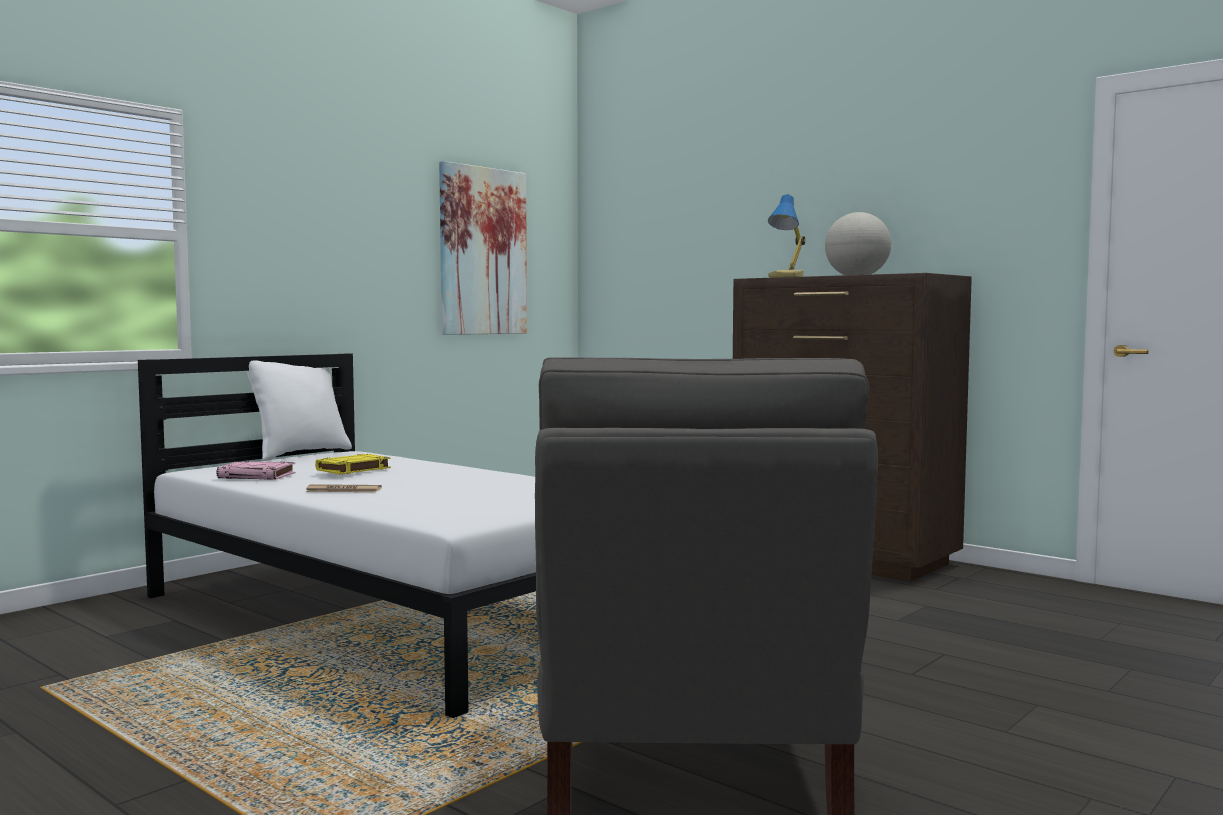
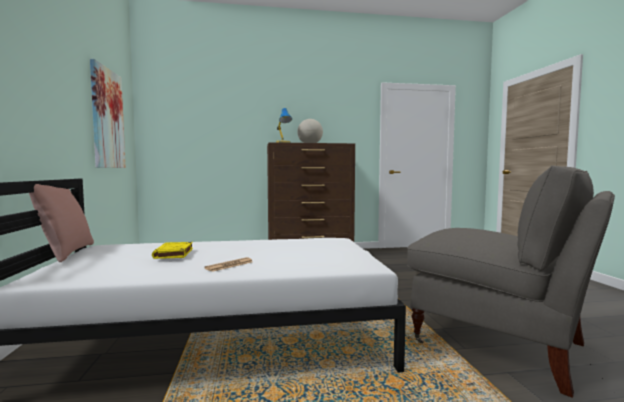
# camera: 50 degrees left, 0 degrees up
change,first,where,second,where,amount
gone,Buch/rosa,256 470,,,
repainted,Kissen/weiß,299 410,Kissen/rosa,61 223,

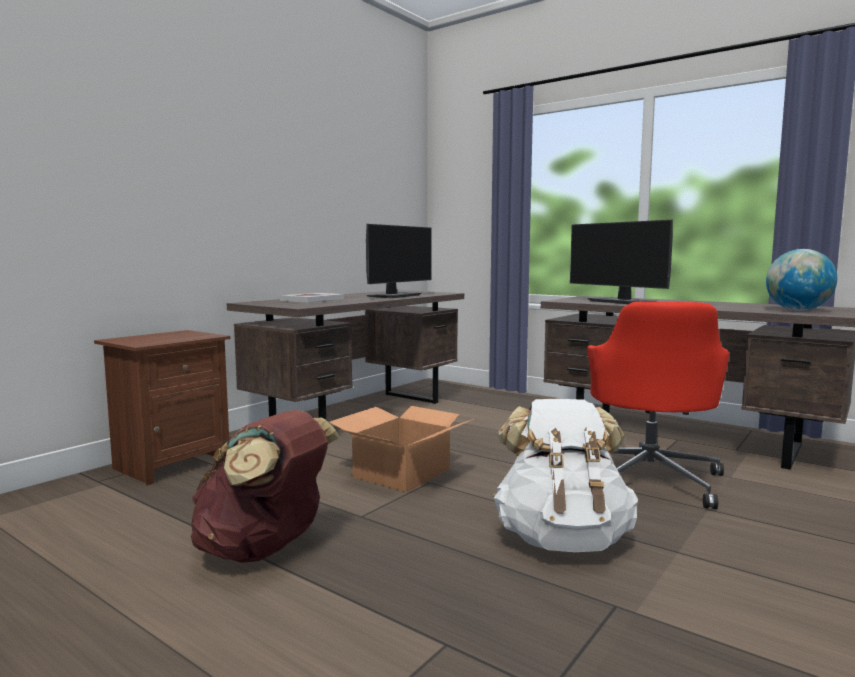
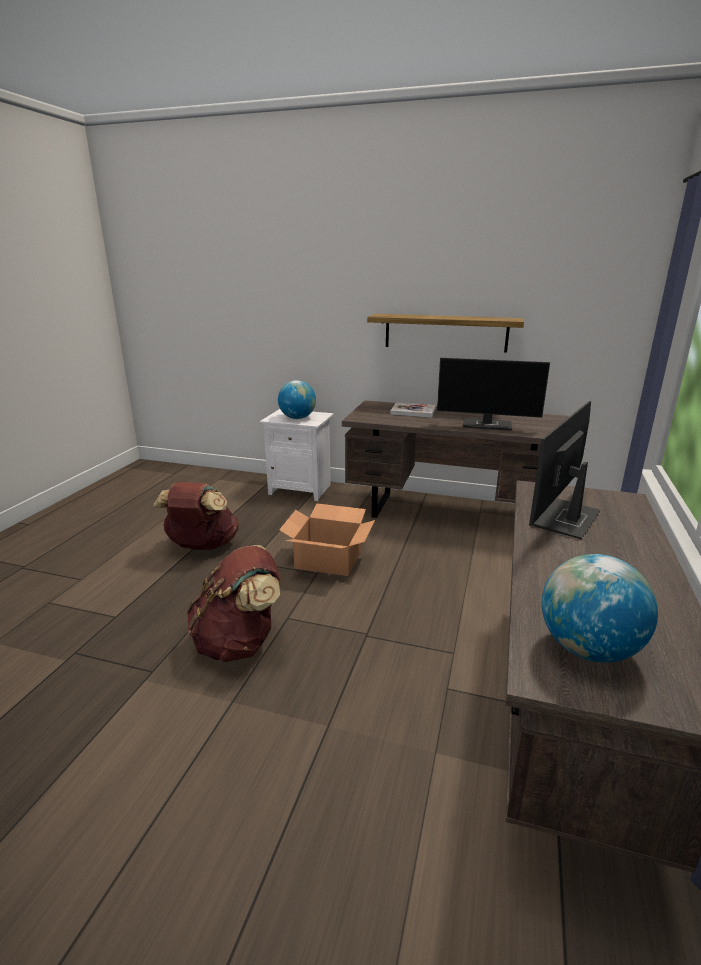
# camera: 70 degrees right, 15 degrees up
change,first,where,second,where,amount
repainted,Nachttisch/braun,162 407,Nachttisch/weiß,297 455,
repainted,Rucksack/weiß,565 475,Rucksack/braun,234 603,
gone,Bürostuhl/rot,658 405,,,
new,,,Globus,297 399,
new,,,Wandregal,445 333,

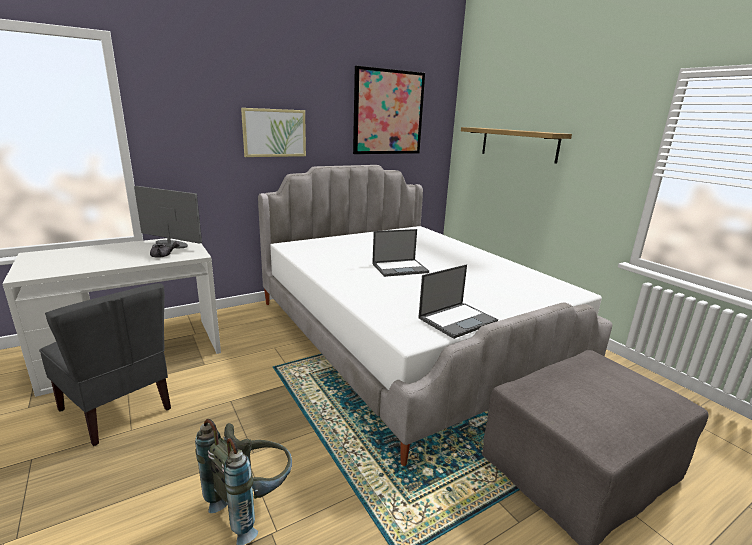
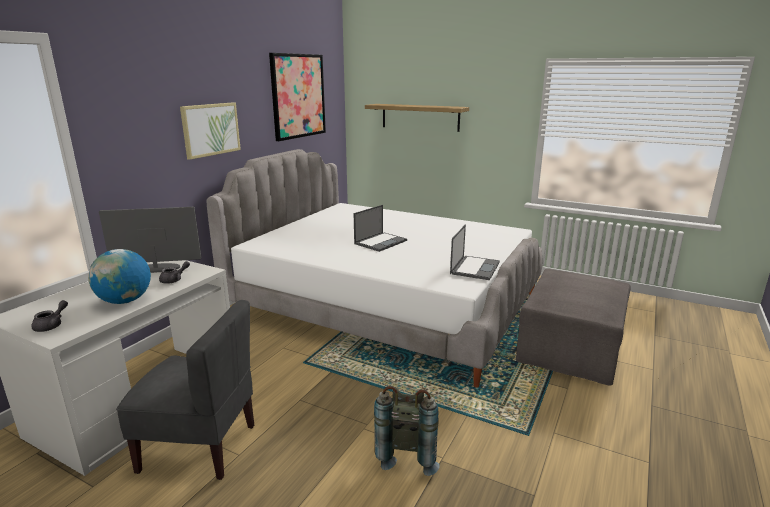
# camera: 30 degrees left, 0 degrees up
change,first,where,second,where,amount
new,,,Teekanne/grau,49 316,
new,,,Globus,119 276,

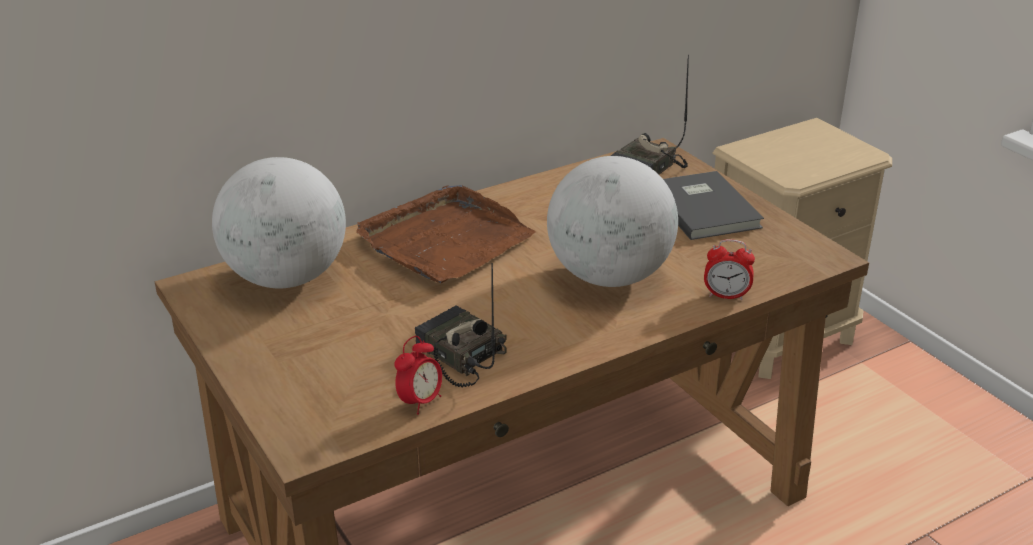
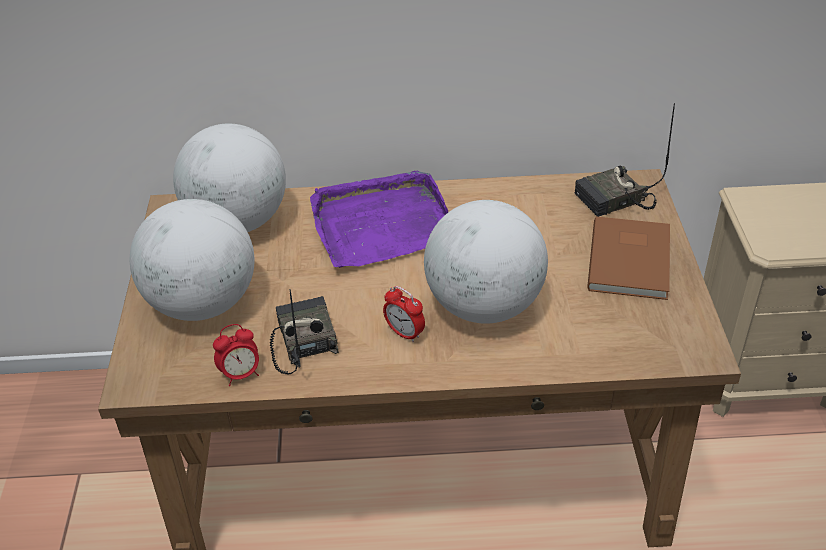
# camera: 30 degrees right, 10 degrees up
change,first,where,second,where,amount
repainted,Tablett/braun,446 234,Tablett/lila,379 219,
repainted,Buch/grau,713 205,Buch/braun,628 258,
shifted,Wecker,729 269,,404 314,
new,,,Globus,192 260,

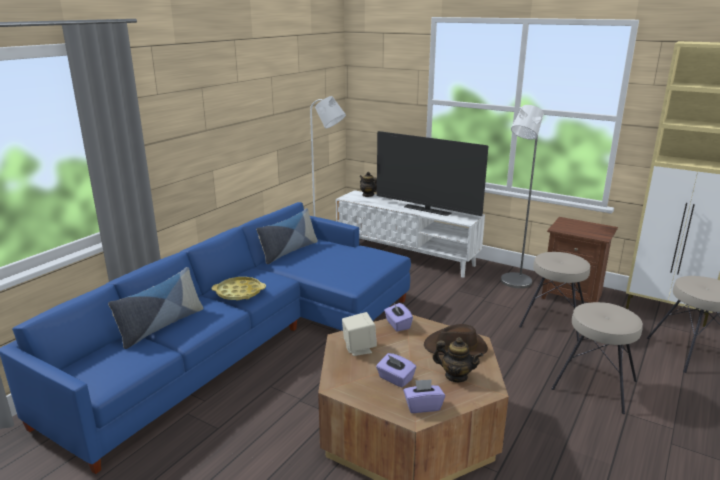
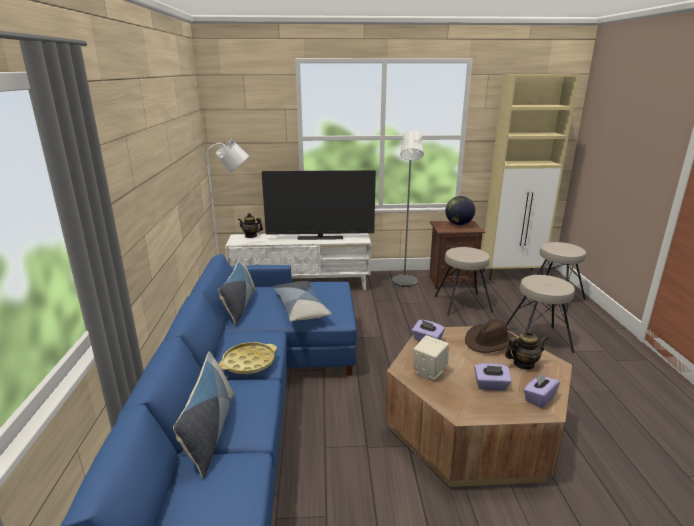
# camera: 35 degrees left, 0 degrees up
change,first,where,second,where,amount
new,,,Kissen,303 301,
new,,,Globus,460 210,

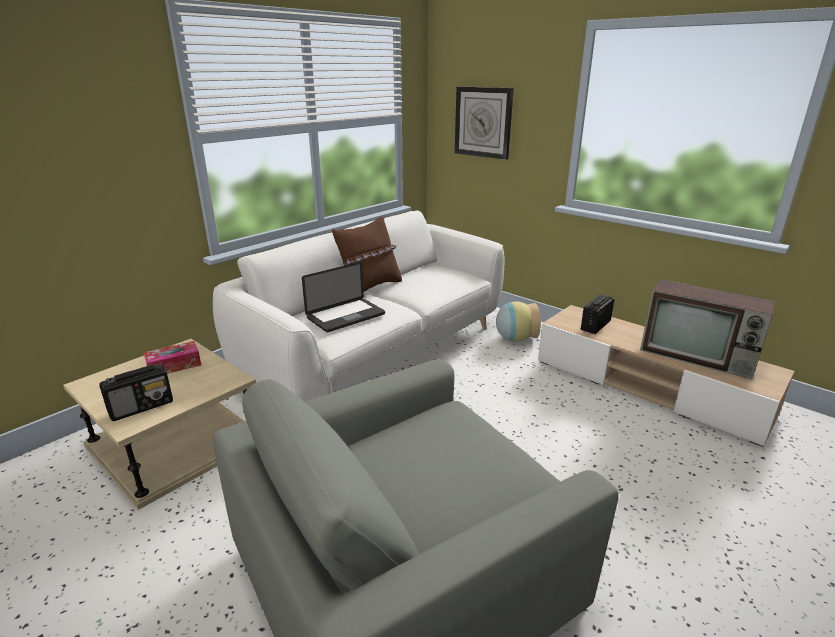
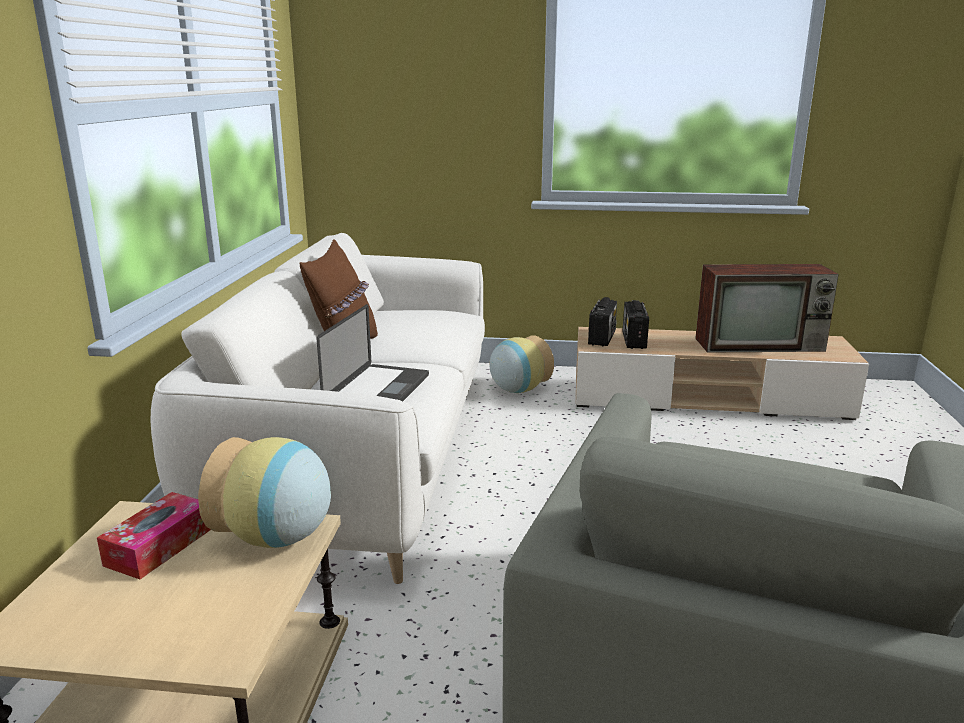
# camera: 35 degrees left, 5 degrees down
change,first,where,second,where,amount
shifted,Radio,136 393,,602 321,
gone,Wanduhr,484 123,,,
new,,,Vase,264 492,

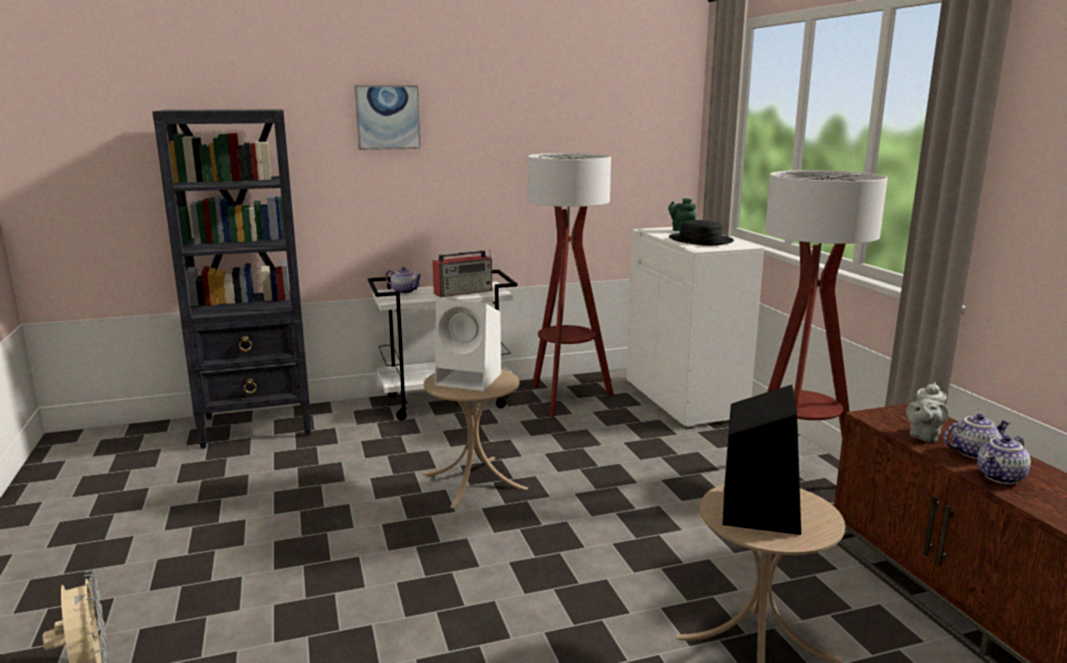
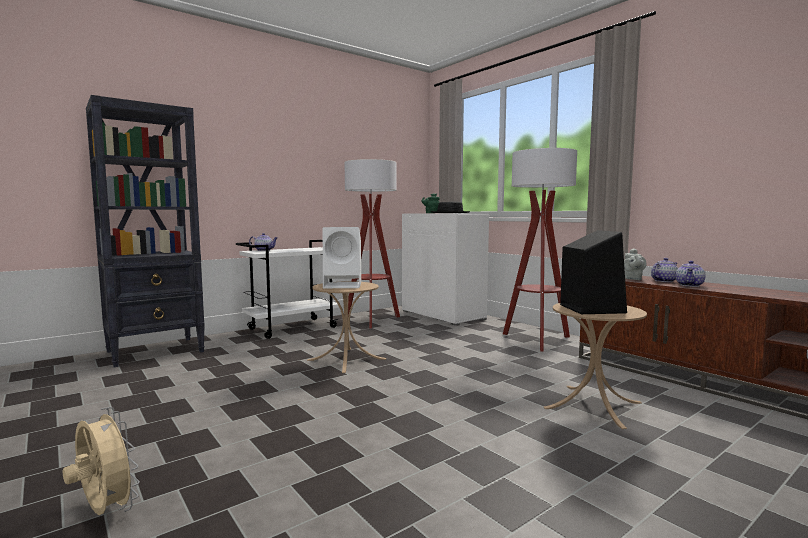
# camera: 20 degrees left, 10 degrees down
change,first,where,second,where,amount
gone,Bild,388 117,,,
gone,Radio,462 273,,,

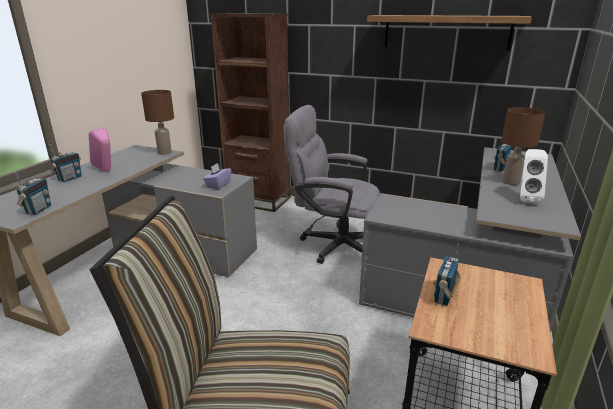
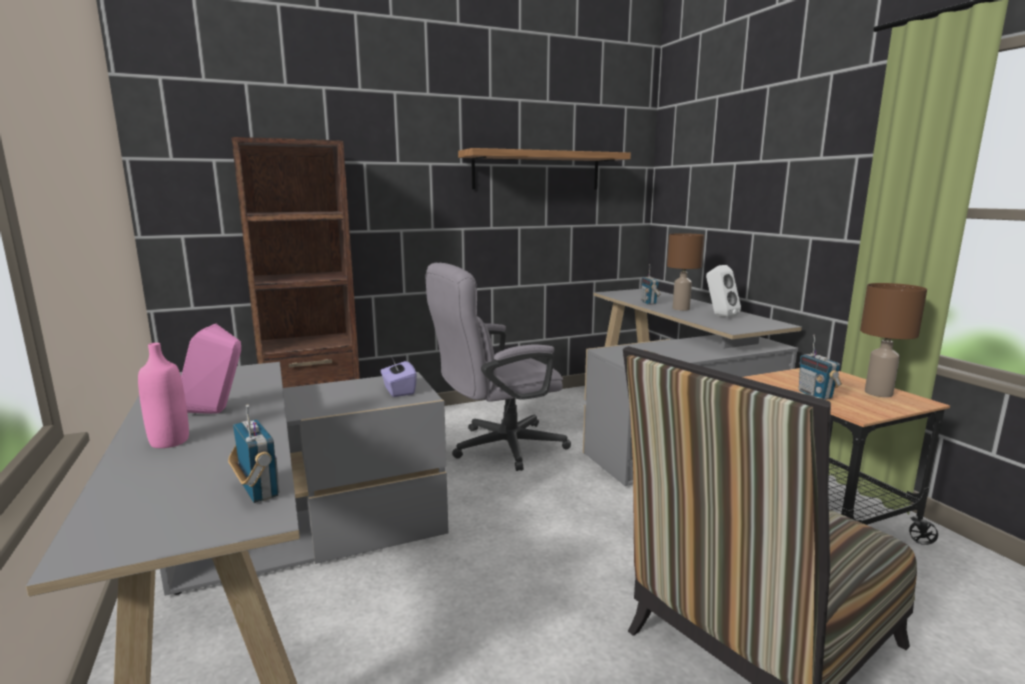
# camera: 45 degrees left, 10 degrees down
change,first,where,second,where,amount
swapped,Radio,65 163,Flasche/rosa,163 395,
shifted,Tischlampe/braun,157 122,,893 340,

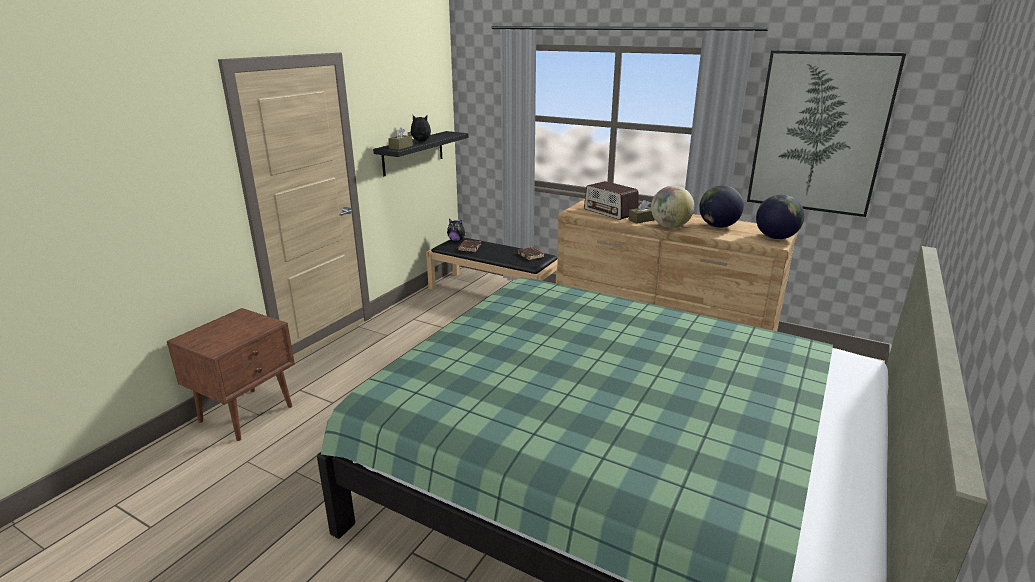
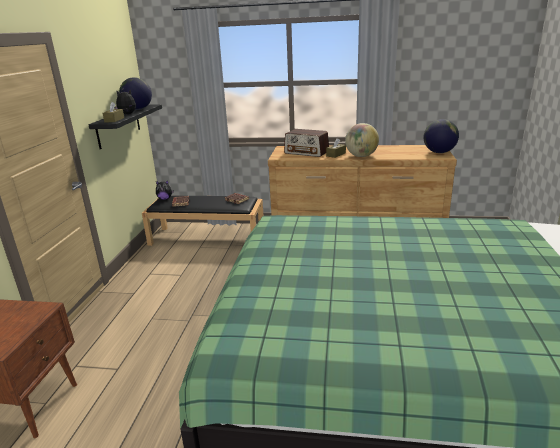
# camera: 20 degrees left, 0 degrees up
change,first,where,second,where,amount
shifted,Globus,721 206,,135 93,
gone,Bild,826 133,,,

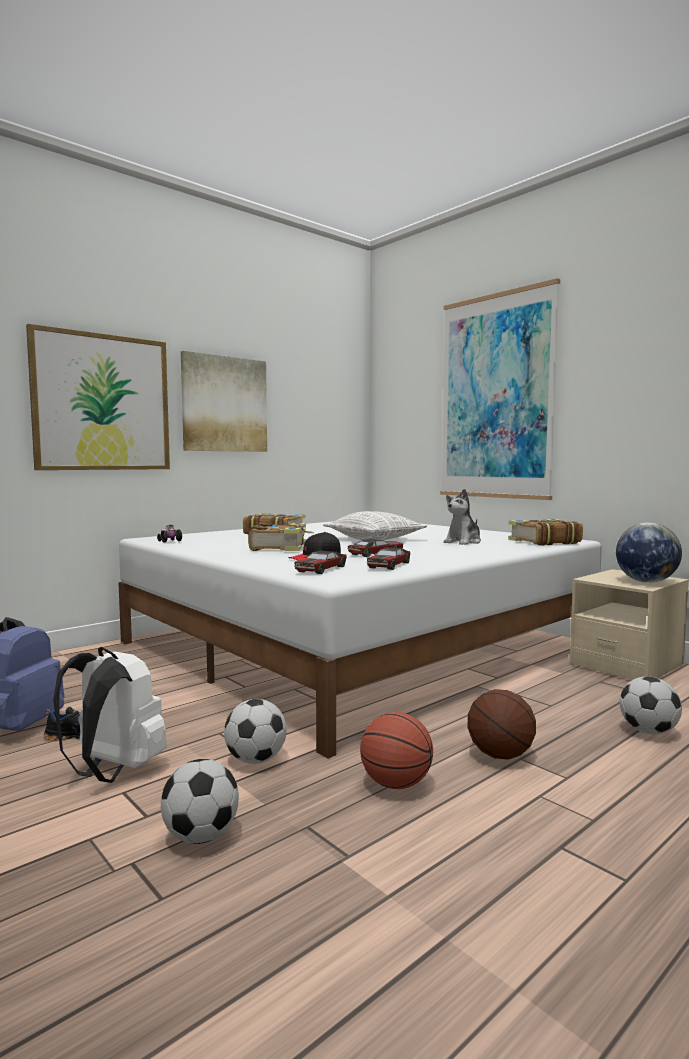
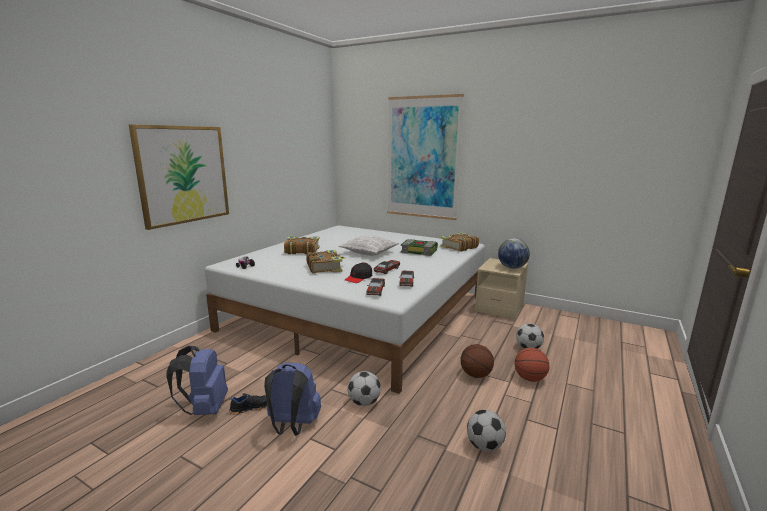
# camera: 20 degrees left, 10 degrees up
change,first,where,second,where,amount
repainted,Rucksack/weiß,110 715,Rucksack/blau,292 399,
shifted,Fußball,200 801,,486 431,
gone,Bild,224 401,,,
shifted,Basketball,396 750,,532 365,
swapped,Plüschtier,462 517,Buch,419 247,

